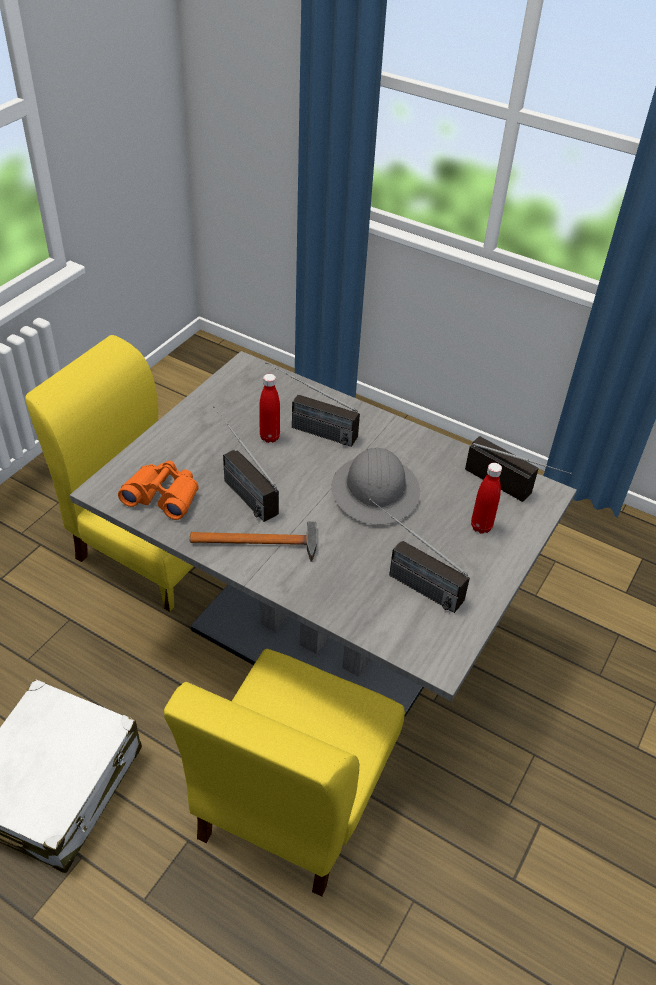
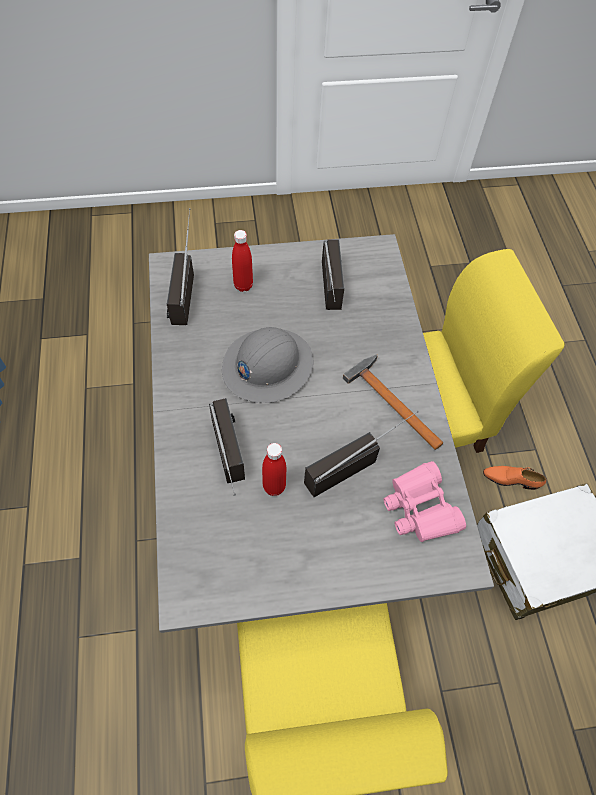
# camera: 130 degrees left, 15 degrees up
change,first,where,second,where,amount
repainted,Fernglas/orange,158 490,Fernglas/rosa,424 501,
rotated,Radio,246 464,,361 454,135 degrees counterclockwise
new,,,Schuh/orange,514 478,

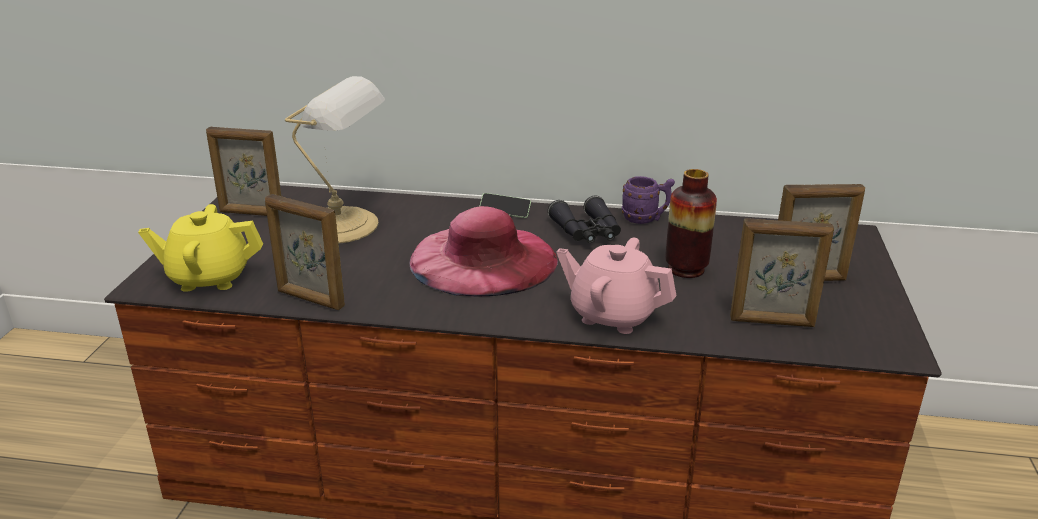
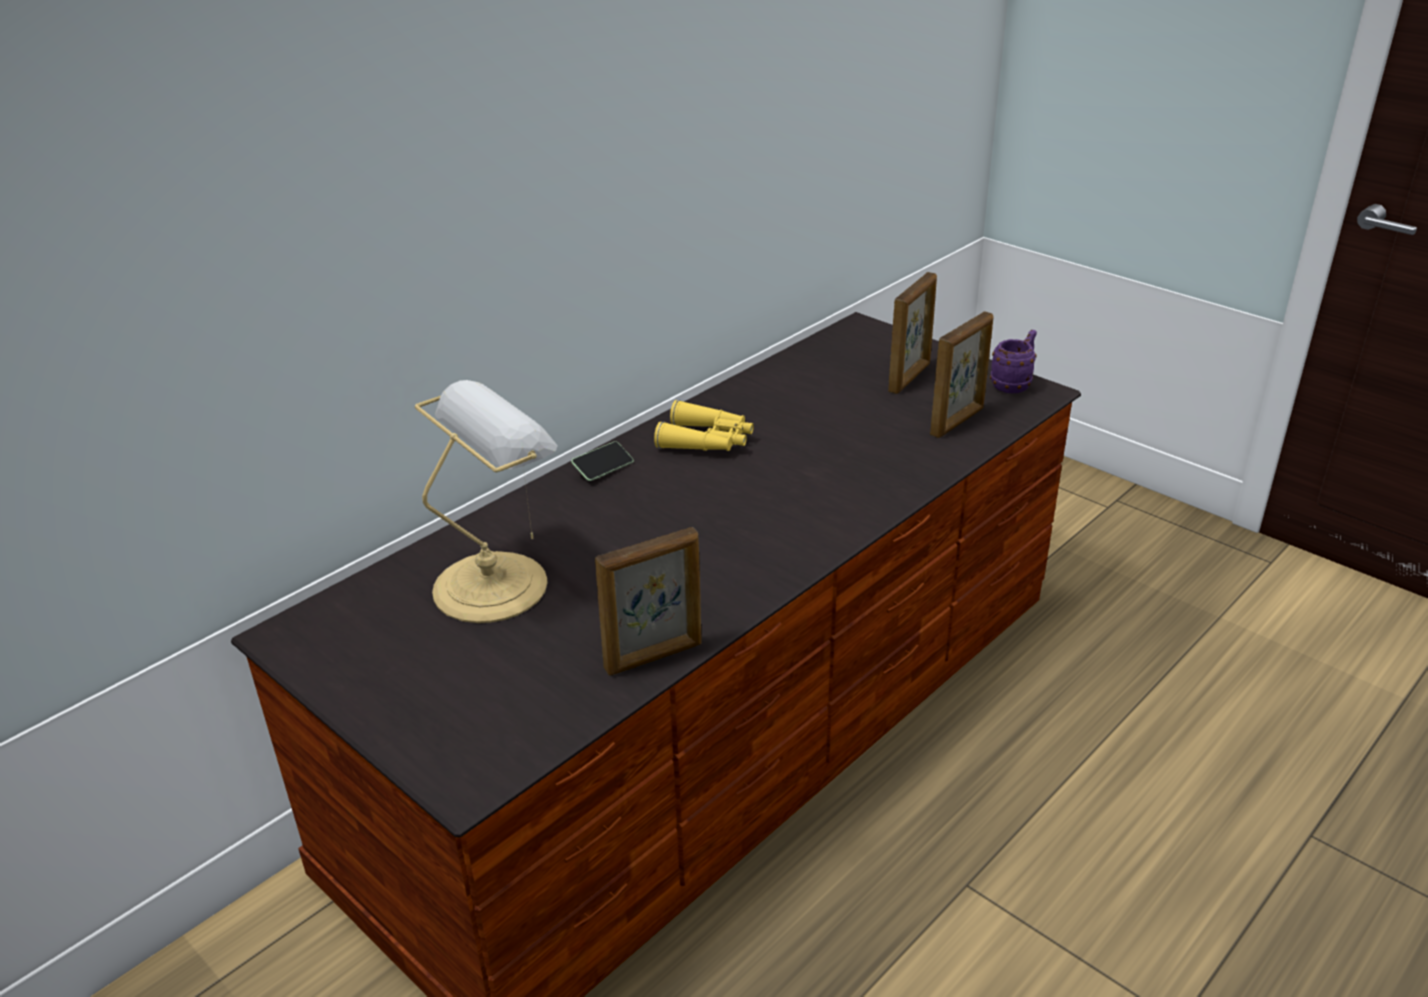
# camera: 55 degrees left, 5 degrees up
change,first,where,second,where,amount
gone,Teekanne/gelb,200 248,,,
gone,Bilderrahmen,244 171,,,
gone,Hut/rosa,484 251,,,
repainted,Fernglas/schwarz,584 219,Fernglas/gelb,704 425,
gone,Teekanne/rosa,616 286,,,
shifted,Henkelbecher/lila,648 200,,1013 361,
gone,Vase,691 223,,,

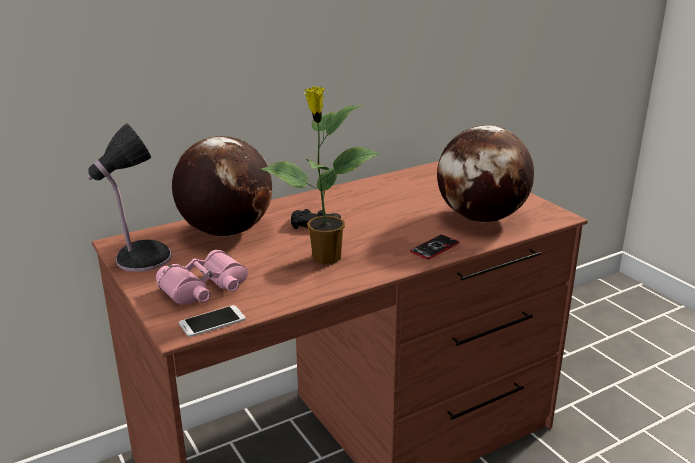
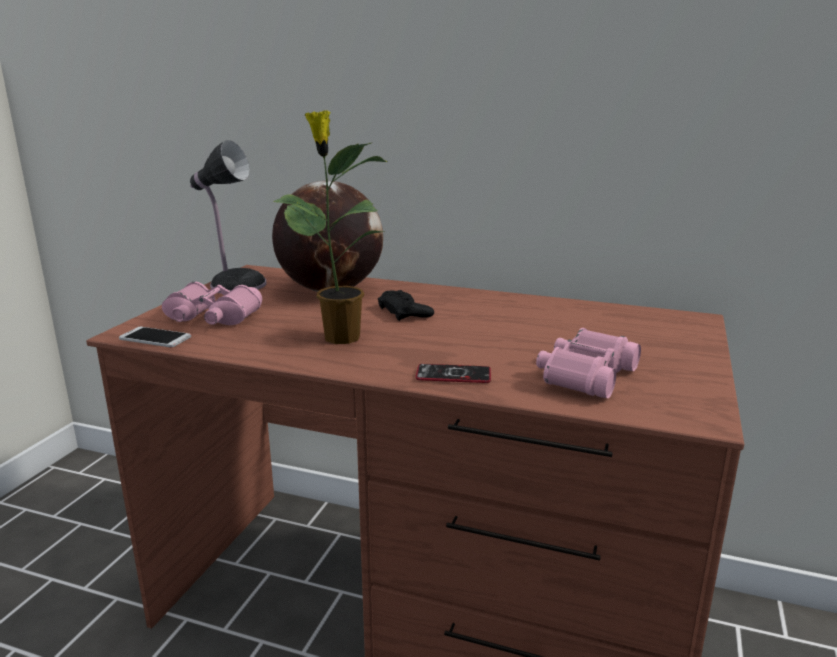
# camera: 50 degrees right, 5 degrees down
change,first,where,second,where,amount
swapped,Globus,485 173,Fernglas/rosa,588 363,

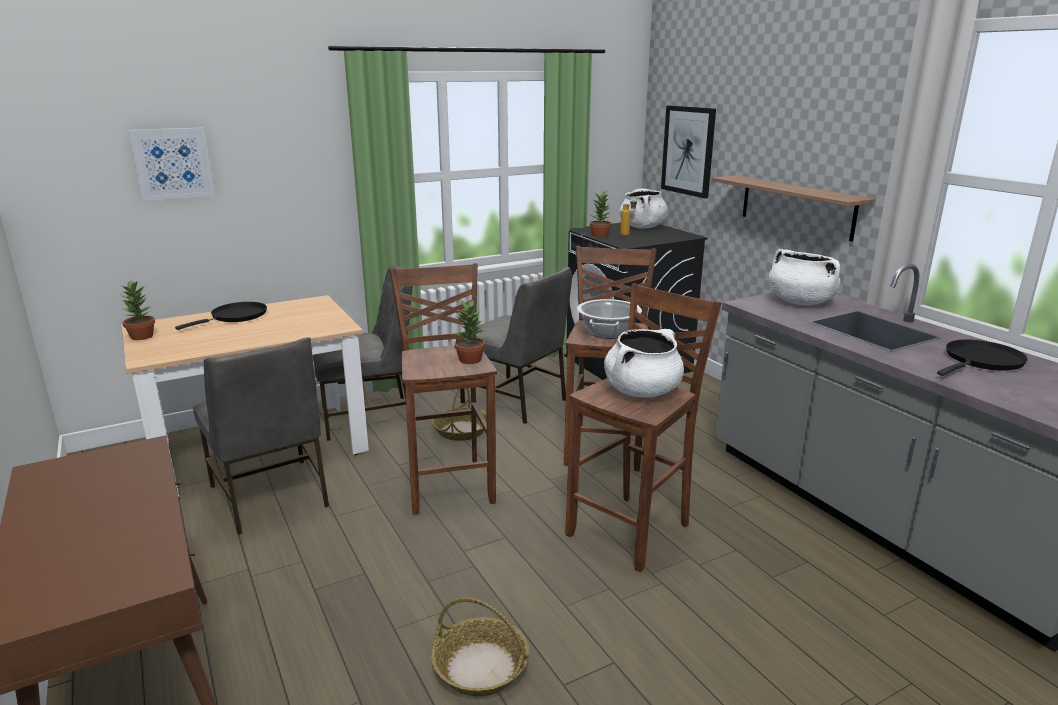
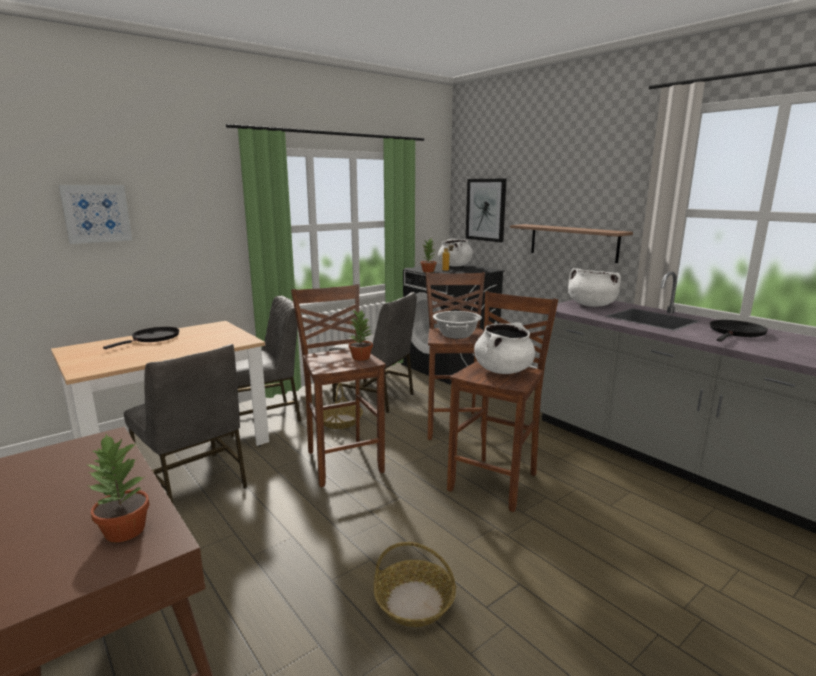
# camera: 10 degrees left, 5 degrees down
change,first,where,second,where,amount
shifted,Topfpflanze,136 310,,117 488,

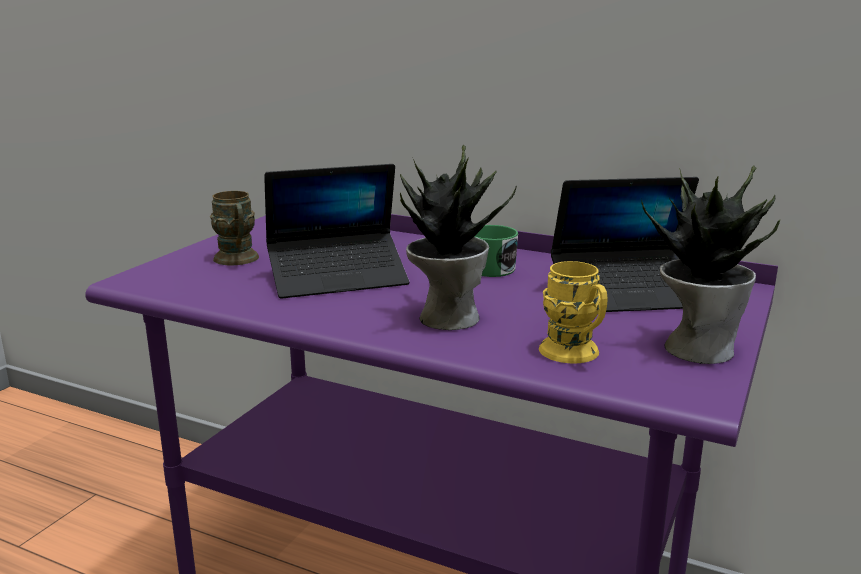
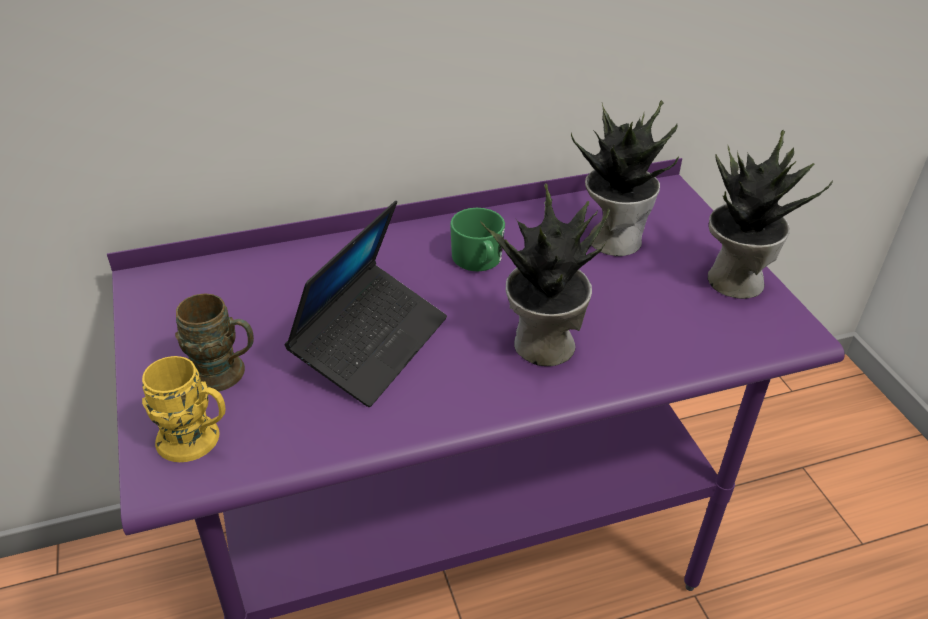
# camera: 45 degrees left, 20 degrees up
change,first,where,second,where,amount
shifted,Henkelbecher/gelb,573 312,,184 409,
swapped,Laptop,625 244,Topfpflanze,625 178,

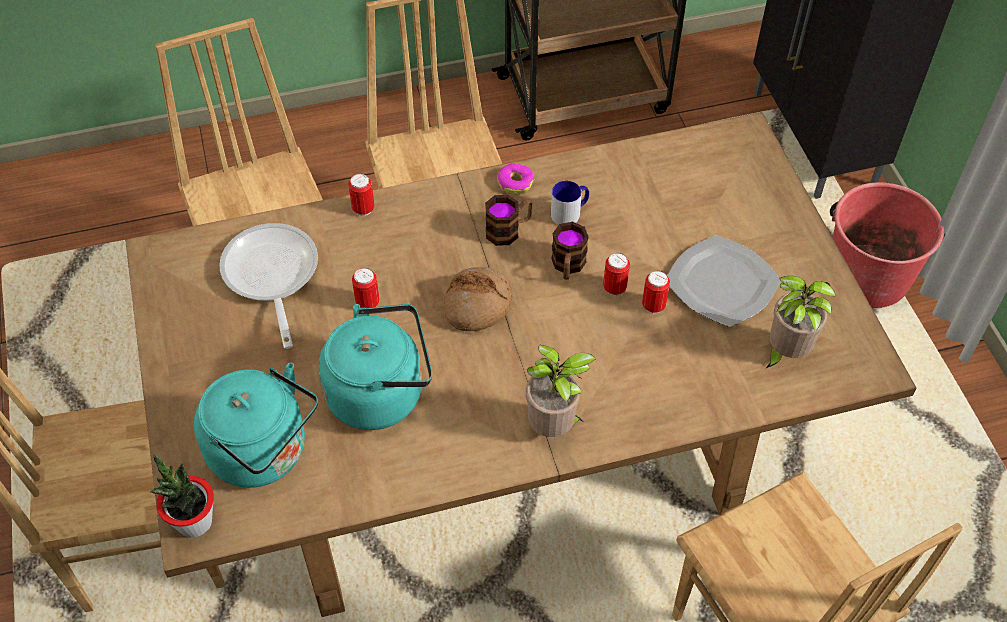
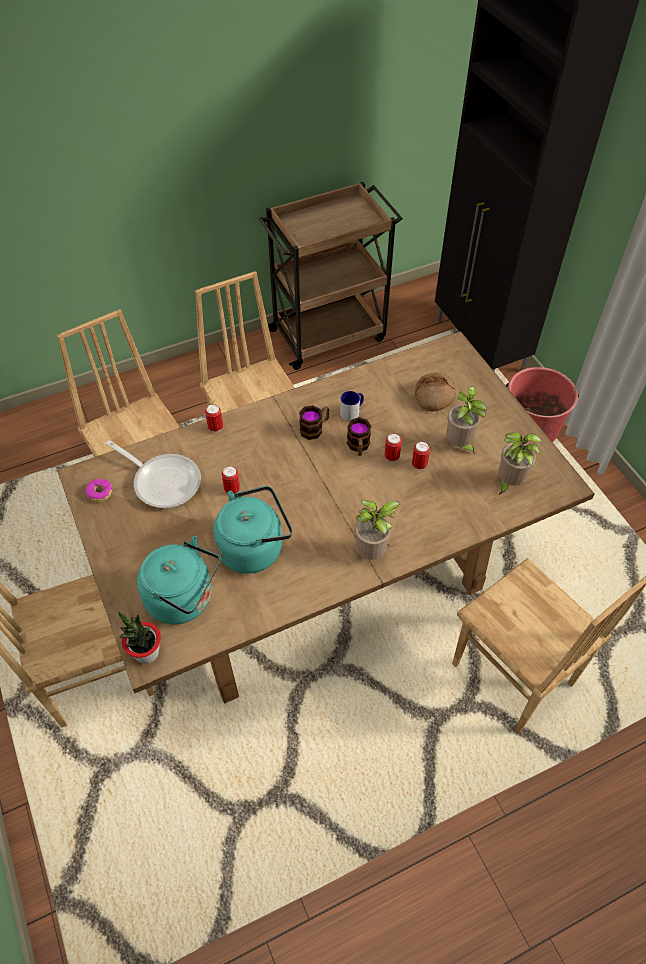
# camera: 10 degrees left, 0 degrees up
change,first,where,second,where,amount
rotated,Pfanne,268 286,,153 474,150 degrees clockwise
shifted,Brot,477 299,,435 391,
shifted,Donut,515 178,,99 490,
swapped,Teller,724 281,Topfpflanze,466 420,

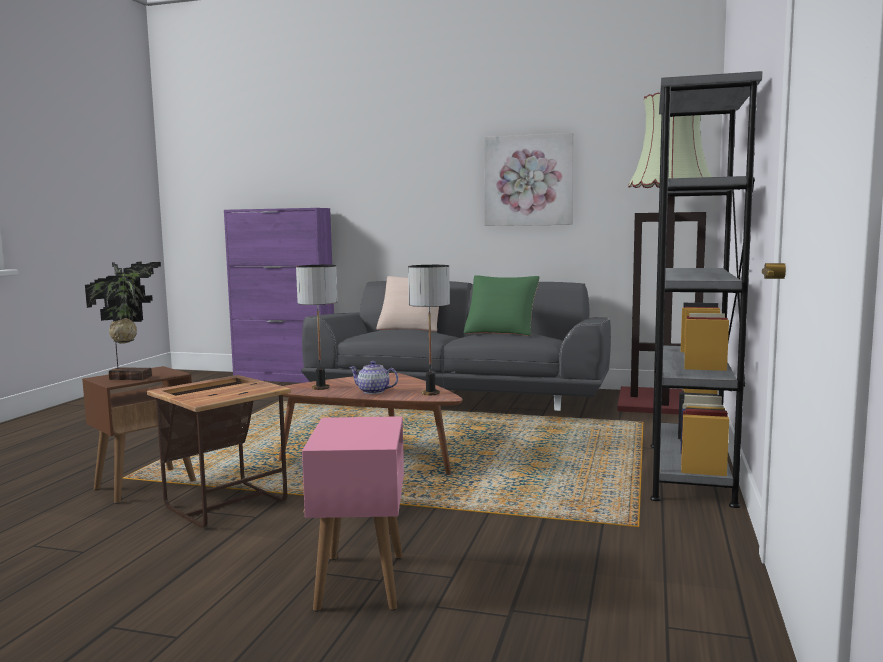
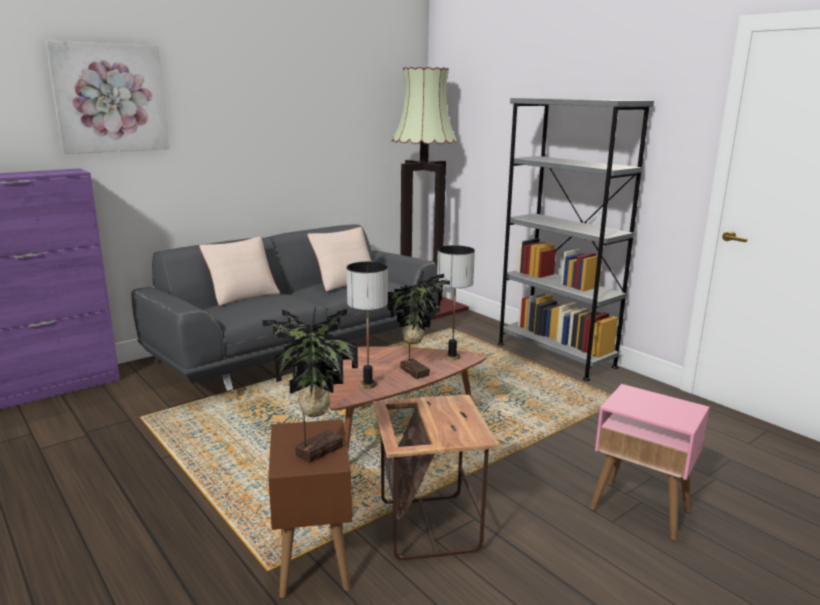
# camera: 55 degrees left, 10 degrees up
change,first,where,second,where,amount
swapped,Teekanne,373 377,Topfpflanze,418 324,
repainted,Kissen/grün,502 305,Kissen/beige,339 259,
shifted,Bild,529 179,,107 97,

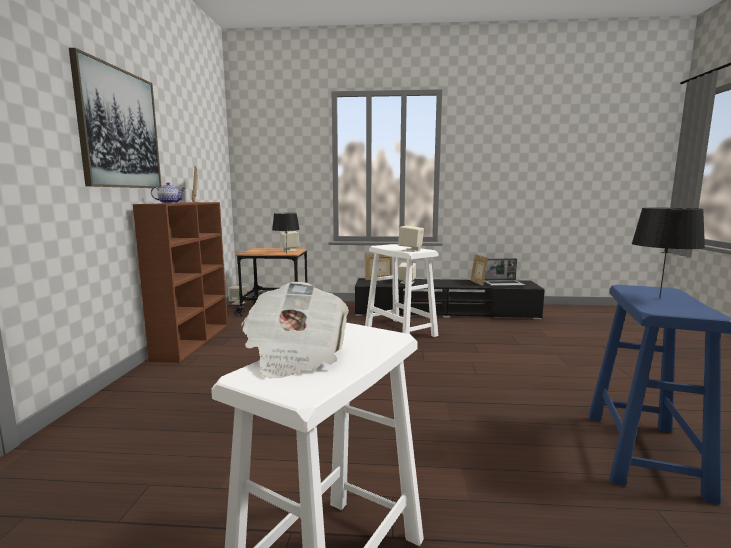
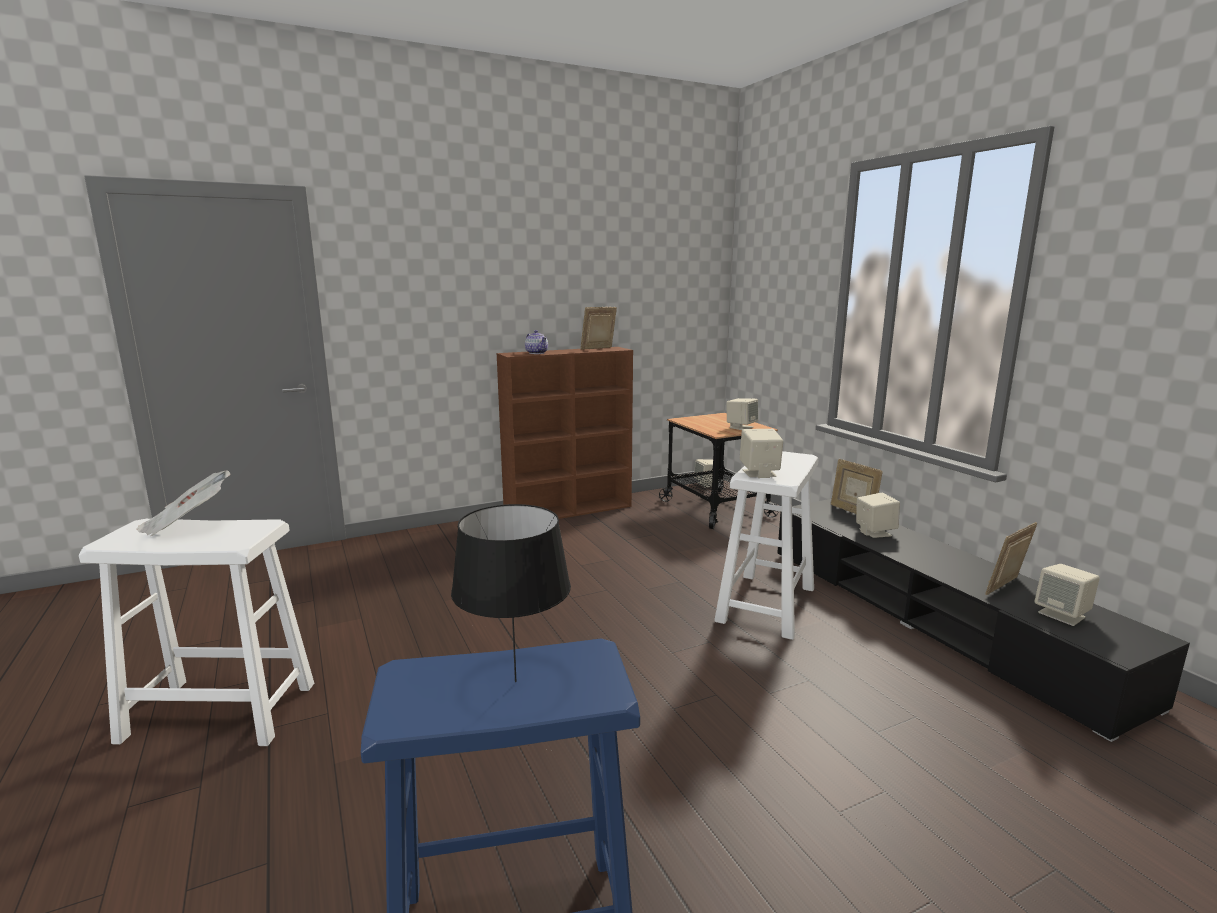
# camera: 60 degrees right, 5 degrees up
change,first,where,second,where,amount
gone,Bild,115 118,,,
gone,Tischlampe/schwarz,286 231,,,
swapped,Laptop,504 272,Lautsprecher/beige,1067 595,

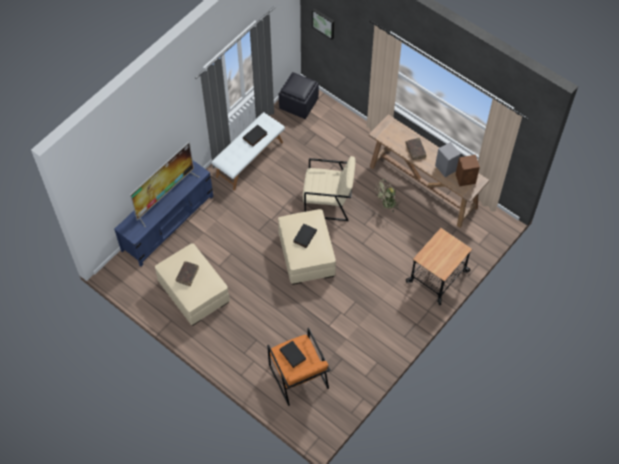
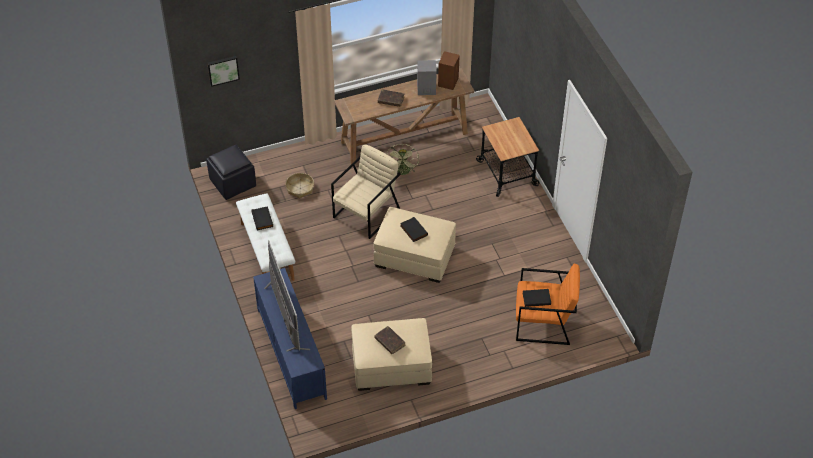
# camera: 60 degrees left, 10 degrees down
change,first,where,second,where,amount
new,,,Korb,300 185,

